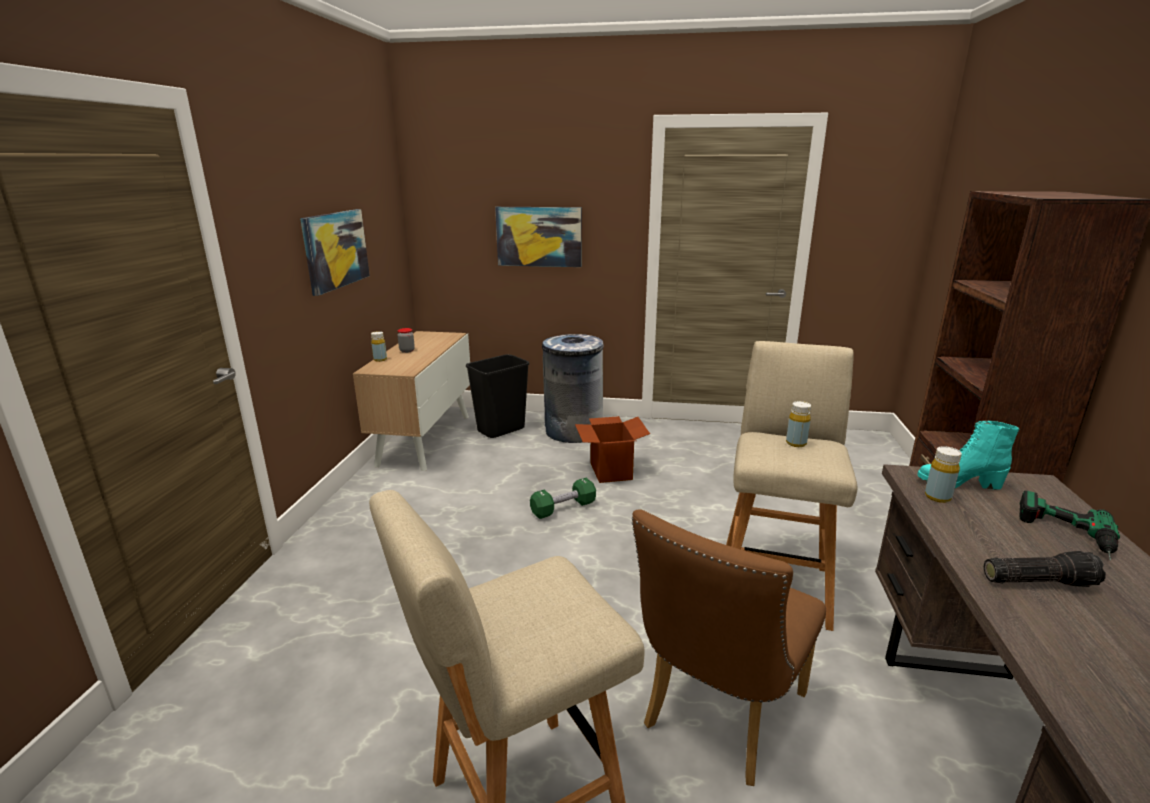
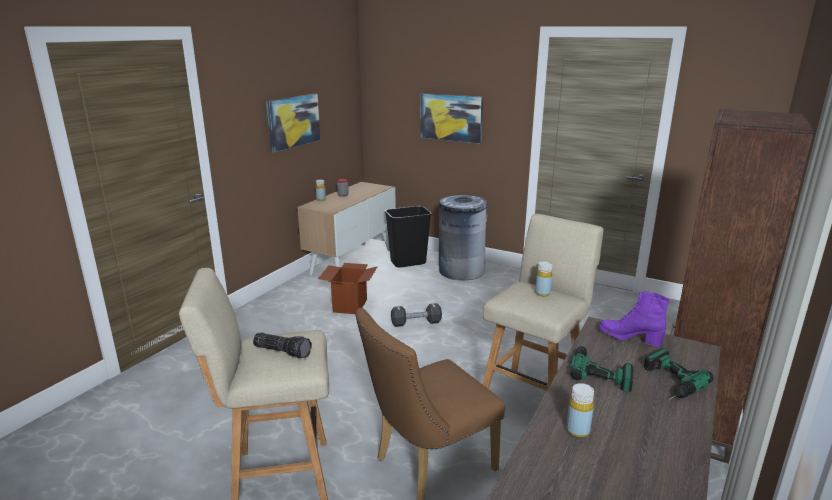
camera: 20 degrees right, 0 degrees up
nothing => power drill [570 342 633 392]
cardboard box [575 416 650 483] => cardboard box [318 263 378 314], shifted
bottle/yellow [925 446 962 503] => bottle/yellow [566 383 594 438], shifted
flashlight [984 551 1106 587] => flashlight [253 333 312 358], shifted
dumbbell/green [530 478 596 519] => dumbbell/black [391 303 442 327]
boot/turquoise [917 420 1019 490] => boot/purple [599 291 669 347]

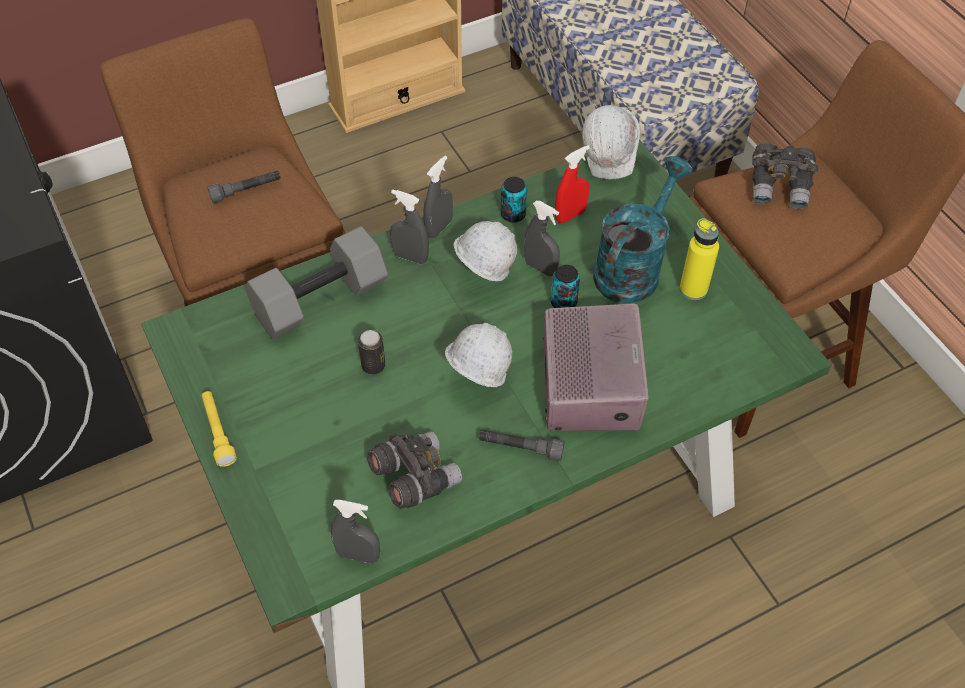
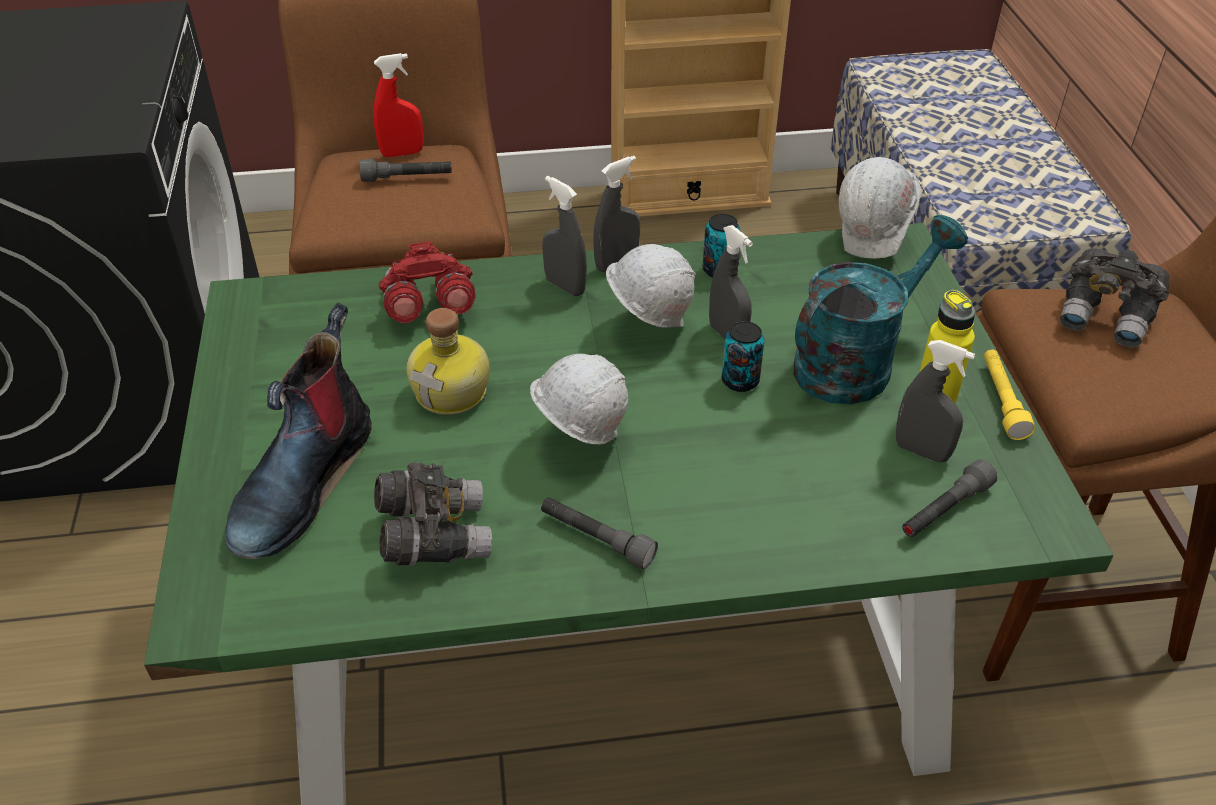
camera: 20 degrees right, 10 degrees down
radio [543 303 649 431] => nothing
nothing => boot [225 302 372 559]
nothing => flashlight/grey [902 459 997 537]
flashlight/yellow [202 391 237 467] => flashlight/yellow [984 350 1035 440], shifted
spray bottle/grey [331 500 380 563] => spray bottle/grey [896 340 975 463], shifted
spray bottle/red [555 145 590 223] => spray bottle/red [373 53 423 157], shifted
dumbbell/grey [245 226 388 339] => binoculars/red [379 241 476 323]
can [358 330 385 375] => bottle [406 308 490 415]

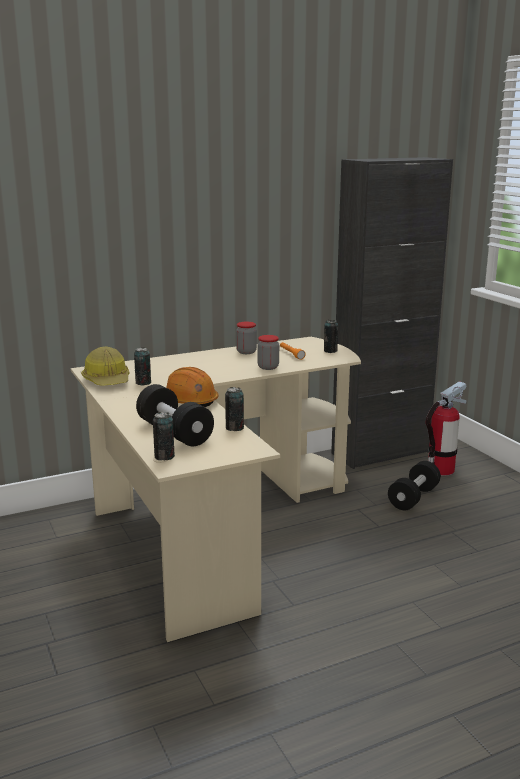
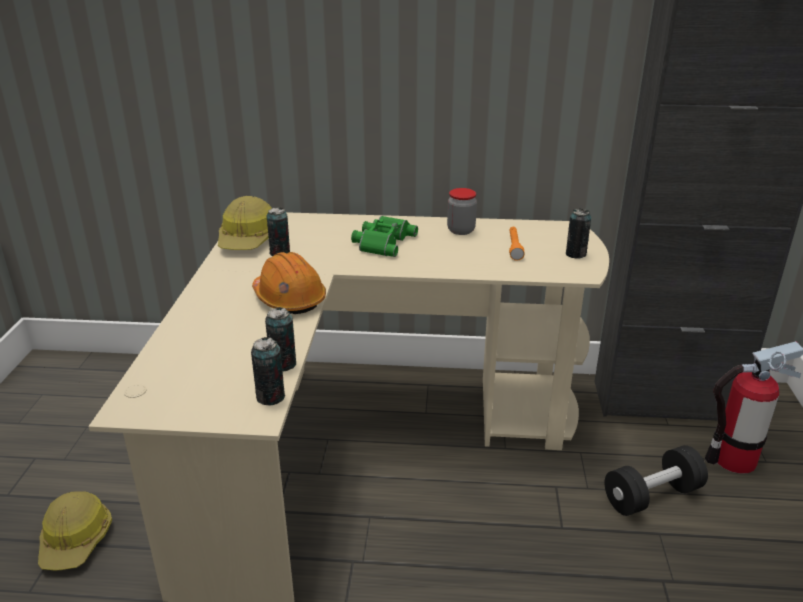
camera: 30 degrees right, 10 degrees up
dumbbell/black [136 384 214 447] => nothing
jar [257 335 279 370] => nothing
nothing => hard hat [38 491 112 570]
nothing => binoculars/green [351 216 418 257]
can [153 412 175 460] => can [251 337 285 405], shifted

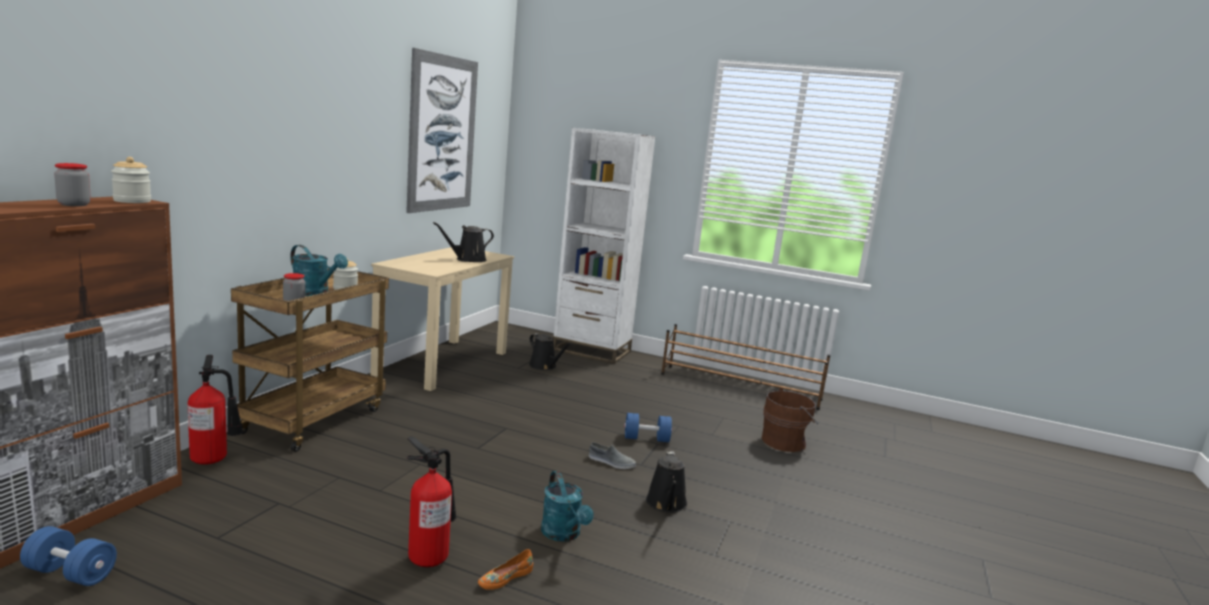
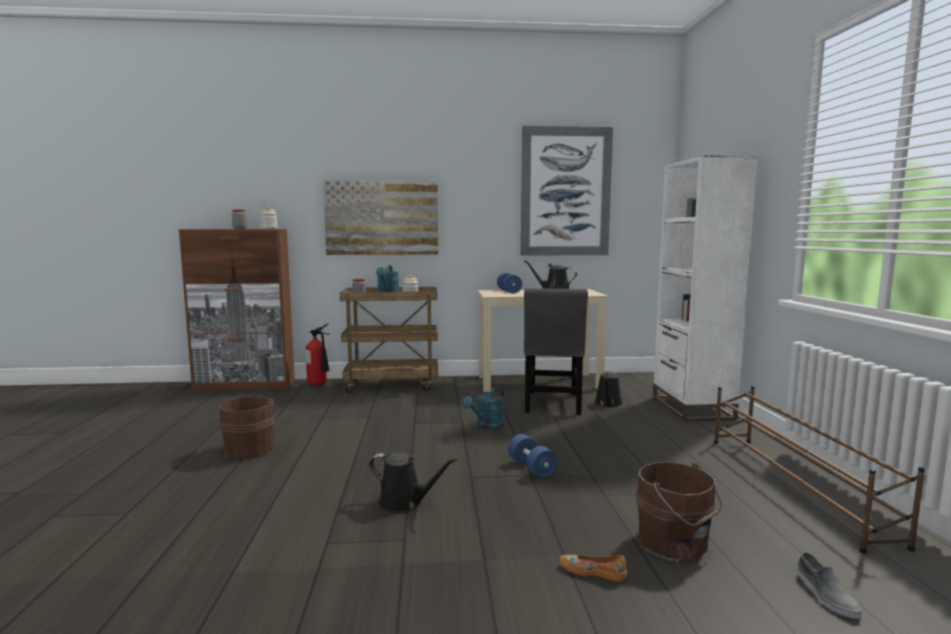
camera: 65 degrees right, 5 degrees down
nothing => picture [323 180 438 255]
nothing => chair/grey [524 288 588 415]
dumbbell/blue [20 526 117 586] => dumbbell/blue [497 273 522 294], shifted
shoe/orange [478 549 533 590] => shoe/orange [560 555 627 582], shifted
watering can/turquoise [541 471 594 542] => watering can/turquoise [462 386 504 430], shifted
shoe/grey [589 442 636 469] => shoe/grey [797 552 861 619], shifted
fire extinguisher [407 436 457 567] => bucket/brown [219 396 280 459]
watering can/black [646 451 687 513] => watering can/black [369 453 457 513], 135 degrees counterclockwise

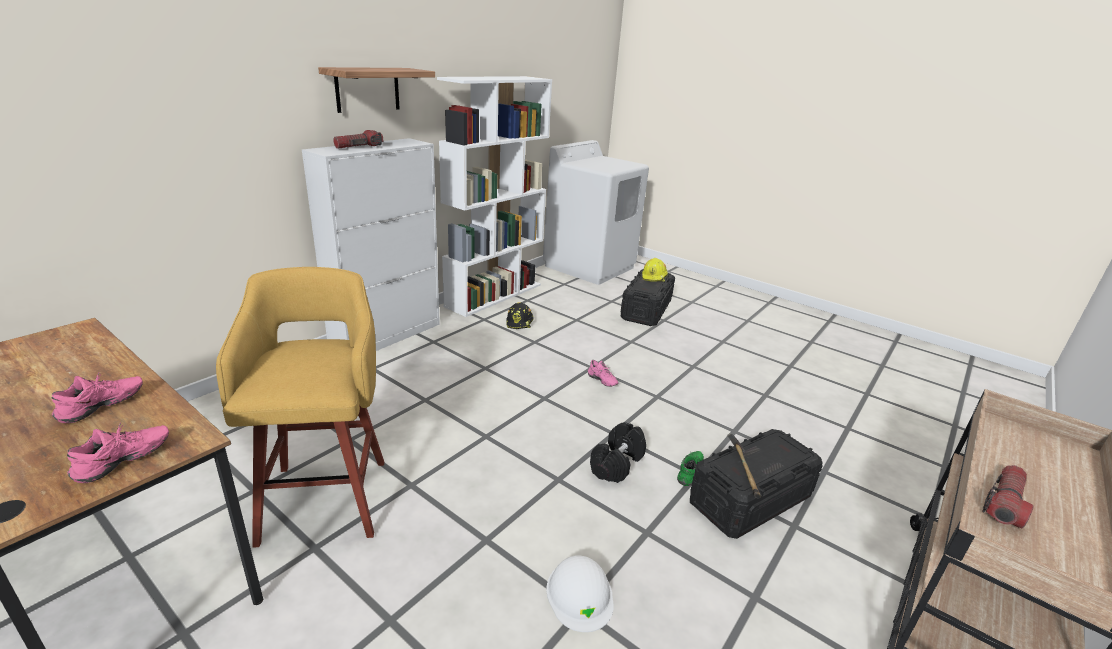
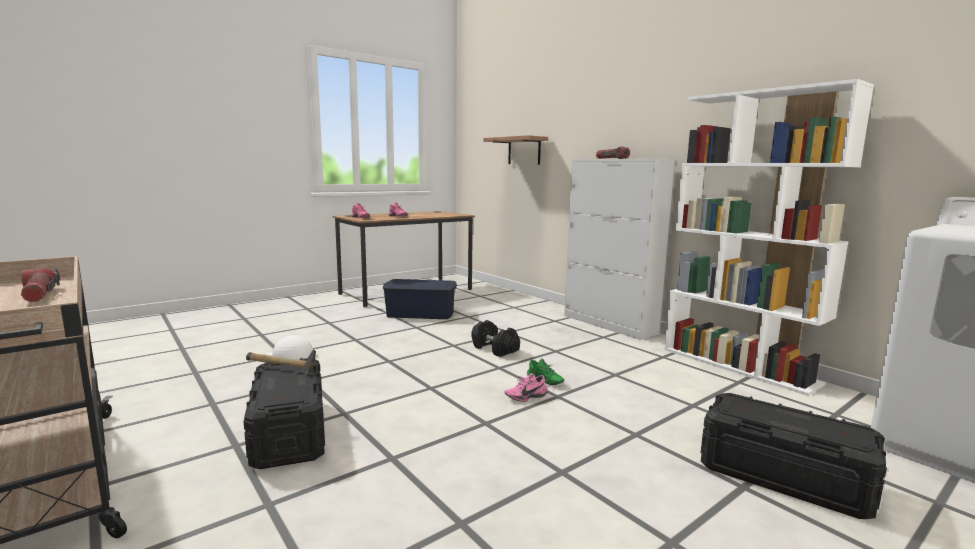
camera: 105 degrees right, 15 degrees down
hard hat/black [507 302 534 329] => nothing
hard hat/yellow [642 258 668 282] => nothing
shelf [318 67 435 113] => shelf [483 135 548 164], shifted
dumbbell/black [590 422 646 483] => dumbbell/black [471 320 520 357], shifted
shoe/green [677 451 704 486] => shoe/green [527 359 564 385], shifted
stool/yellow [216 267 384 548] => storage box/blue [383 279 457 319]

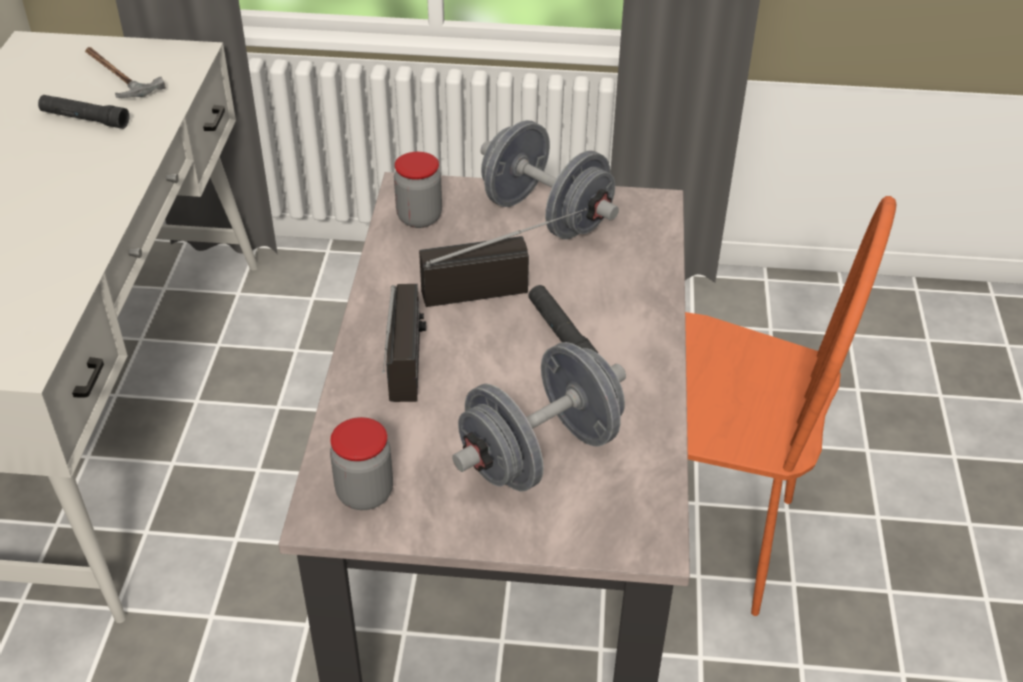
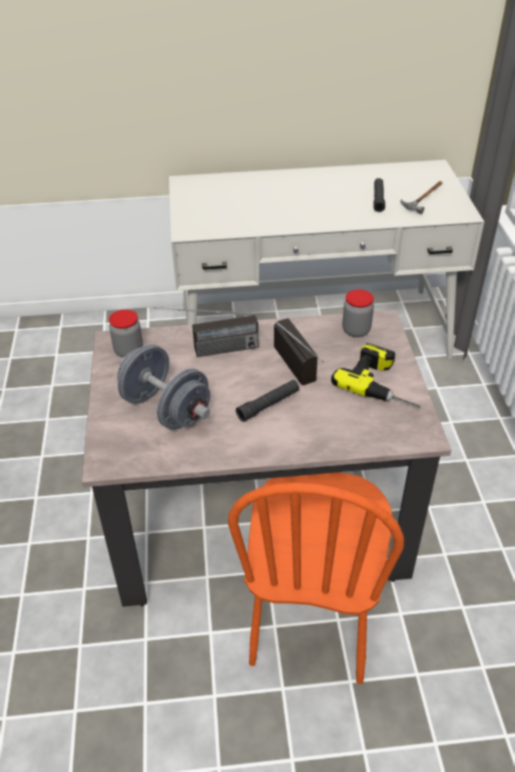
camera: 80 degrees right, 0 degrees up
dumbbell/grey [480 120 619 239] => power drill [331 343 421 408]

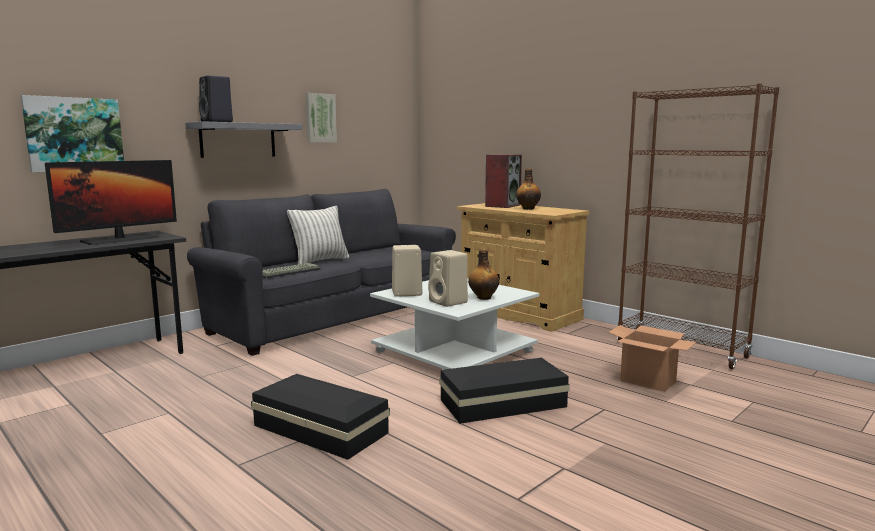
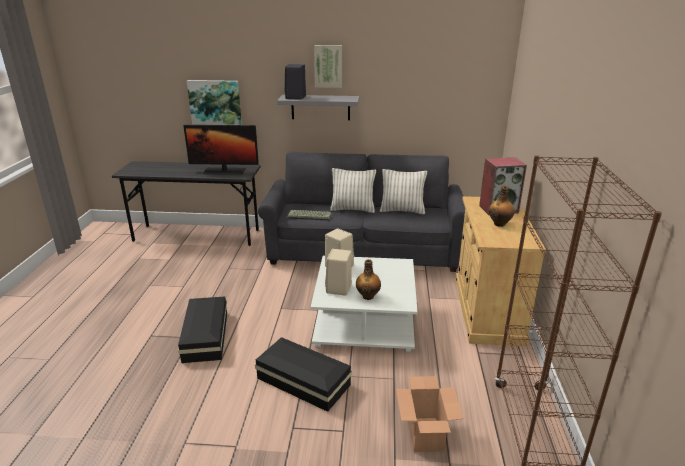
camera: 50 degrees right, 15 degrees up
nothing => pillow [380 169 427 214]
picture [306 93 337 143] => picture [314 45 342 88], shifted

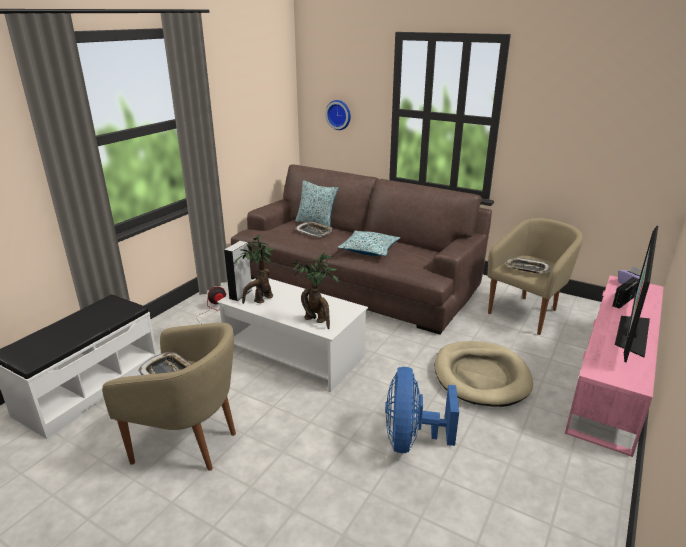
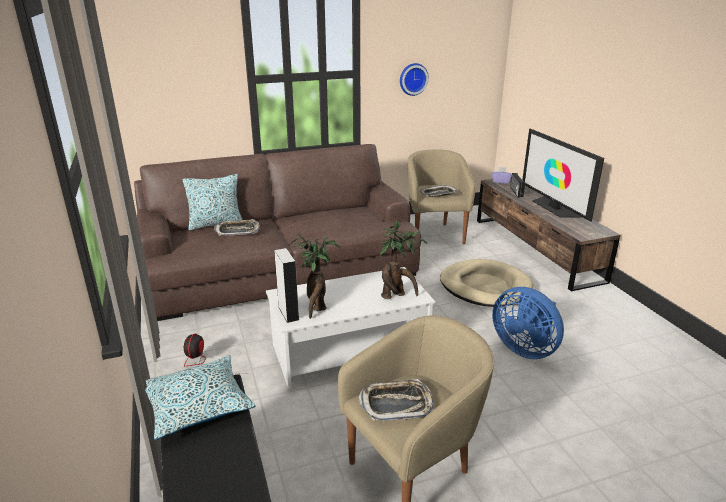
camera: 50 degrees left, 0 degrees up
wall clock [325 100 351 130] => wall clock [400 63 429 96], shifted
pillow [337 230 401 256] => pillow [145 355 255 440], shifted
tv stand/pink [565 275 664 457] => tv stand/brown [477 177 620 291]

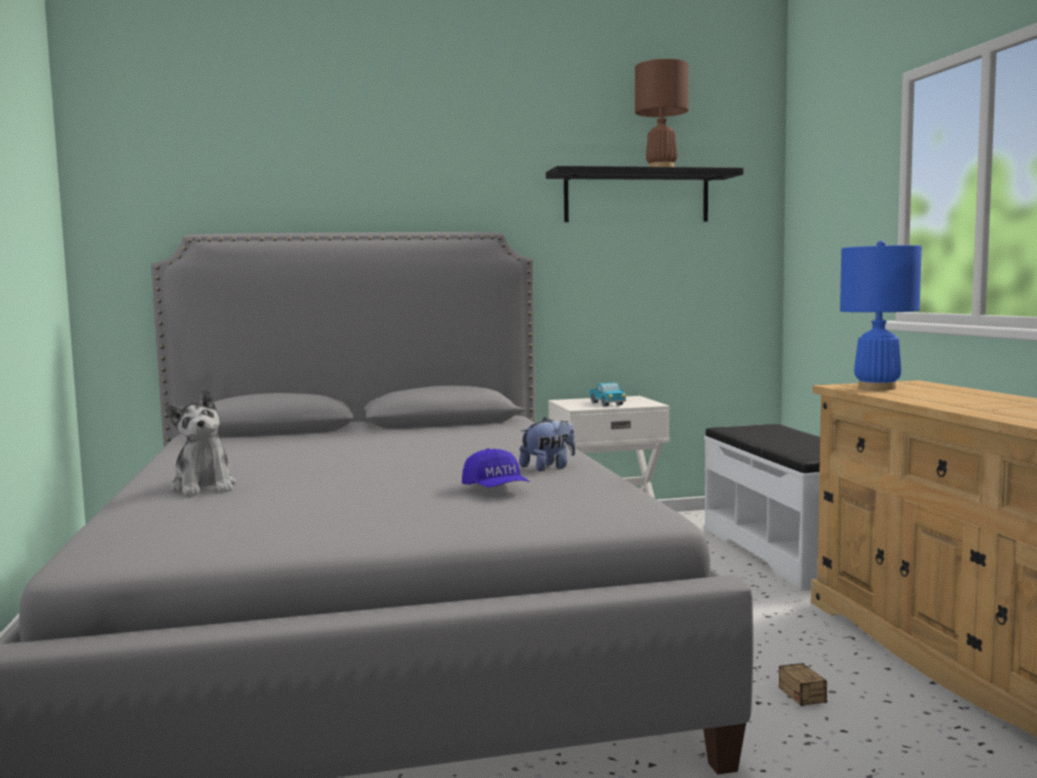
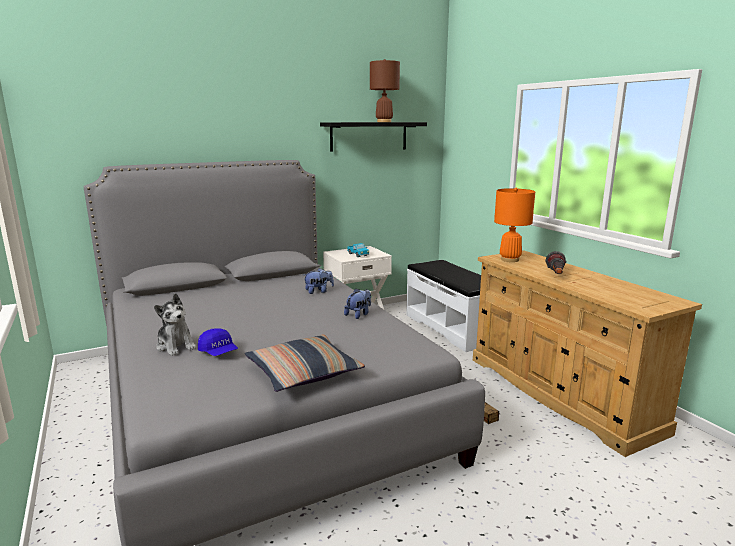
camera: 15 degrees left, 10 degrees up
nothing => pillow [245 334 365 392]
nothing => plush toy [304 268 334 294]
nothing => flashlight [545 251 566 274]
cap/blue [462 448 530 487] => cap/blue [198 328 238 356], shifted
table lamp/blue [840 241 922 390] => table lamp/orange [494 188 535 262]

